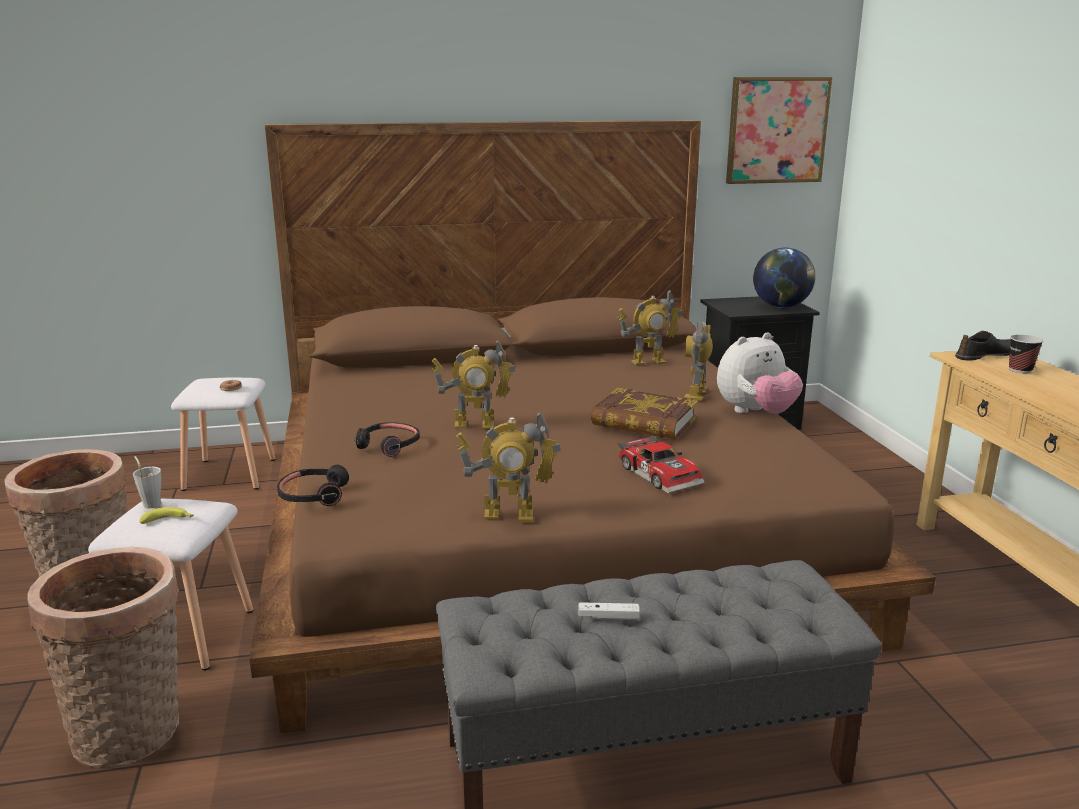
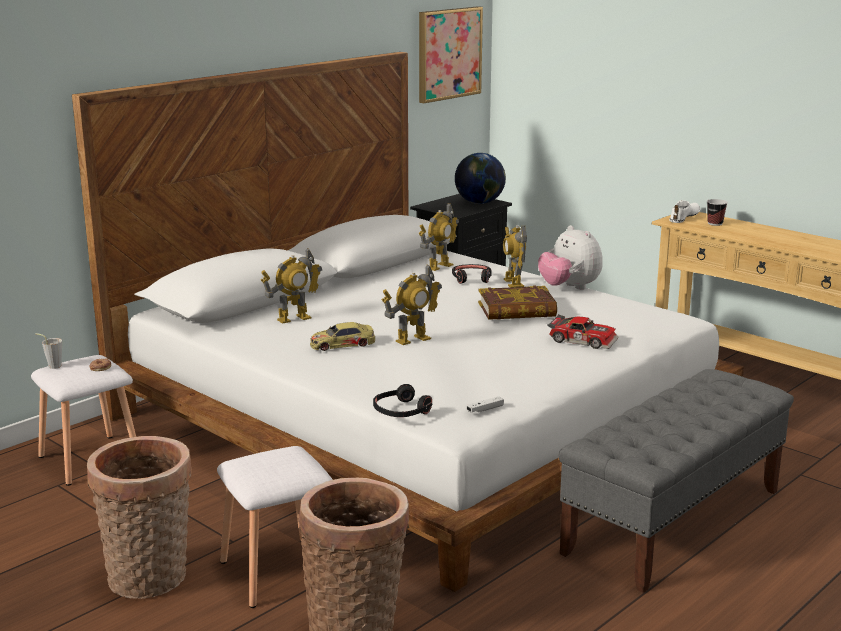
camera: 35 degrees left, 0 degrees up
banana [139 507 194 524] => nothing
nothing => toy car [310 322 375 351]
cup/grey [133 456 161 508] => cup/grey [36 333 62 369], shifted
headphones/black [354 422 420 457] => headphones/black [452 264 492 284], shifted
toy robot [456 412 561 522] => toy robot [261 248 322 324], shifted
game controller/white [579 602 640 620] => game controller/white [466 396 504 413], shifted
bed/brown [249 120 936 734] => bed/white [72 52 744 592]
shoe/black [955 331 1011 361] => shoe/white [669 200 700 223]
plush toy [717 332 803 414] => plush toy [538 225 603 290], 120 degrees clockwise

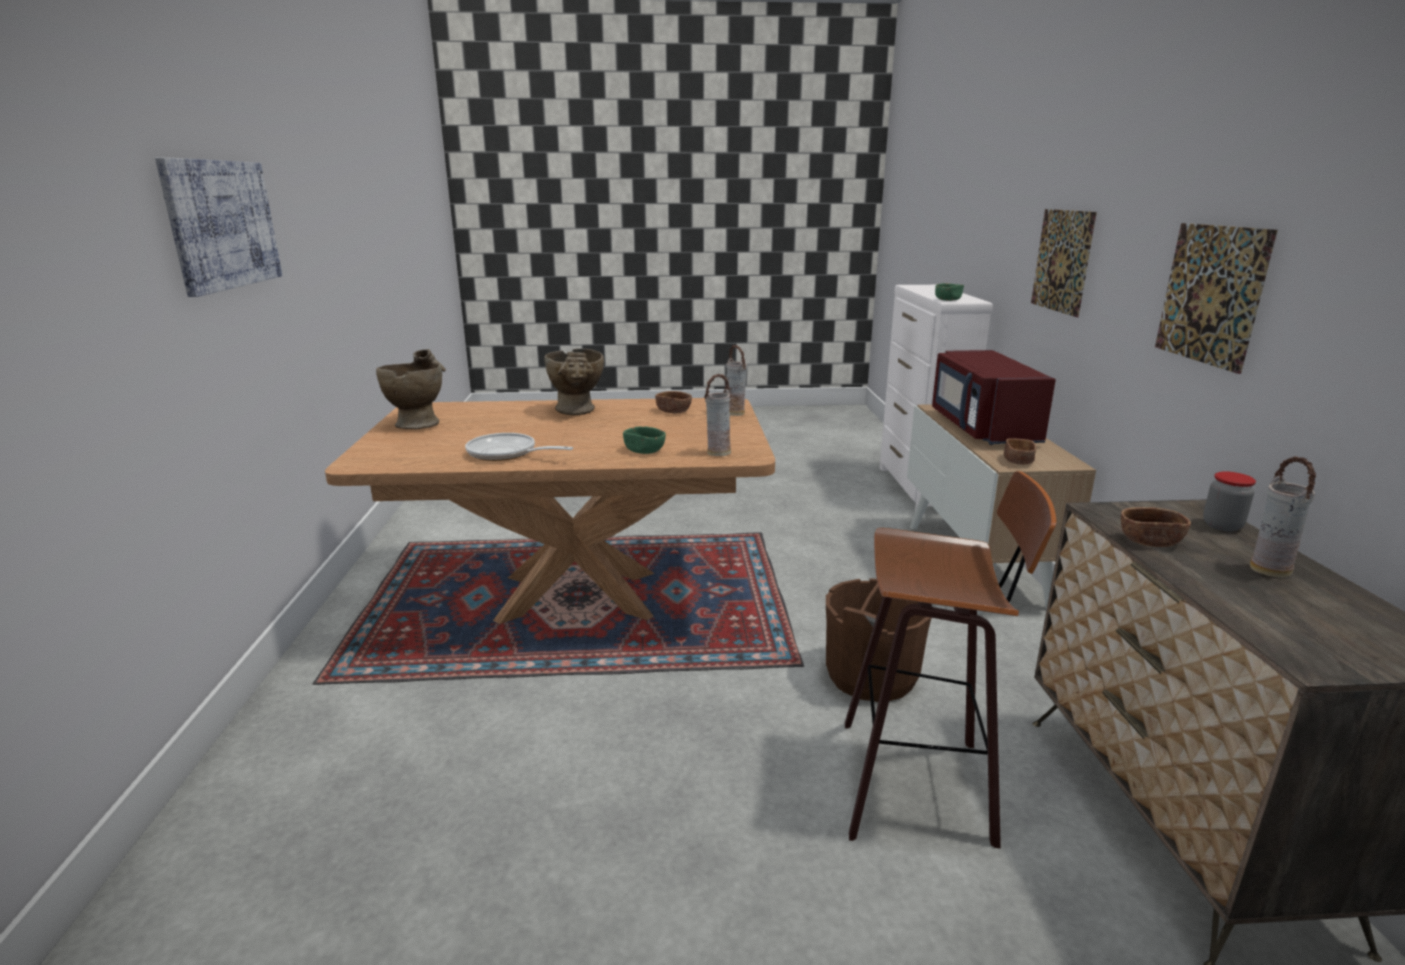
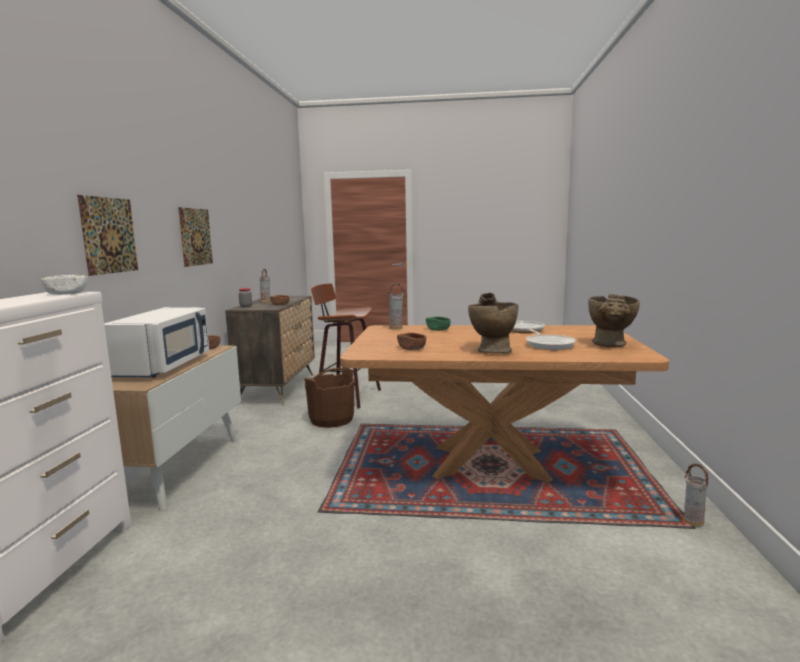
camera: 170 degrees left, 10 degrees down
picture [155 157 282 297] => nothing
nothing => frying pan [526 329 576 350]
vase [726 345 747 416] => vase [683 463 709 527], shifted
microwave/red [932 350 1056 445] => microwave/white [104 307 209 378]
bowl/green [935 283 964 301] => bowl/white [41 275 87 295]

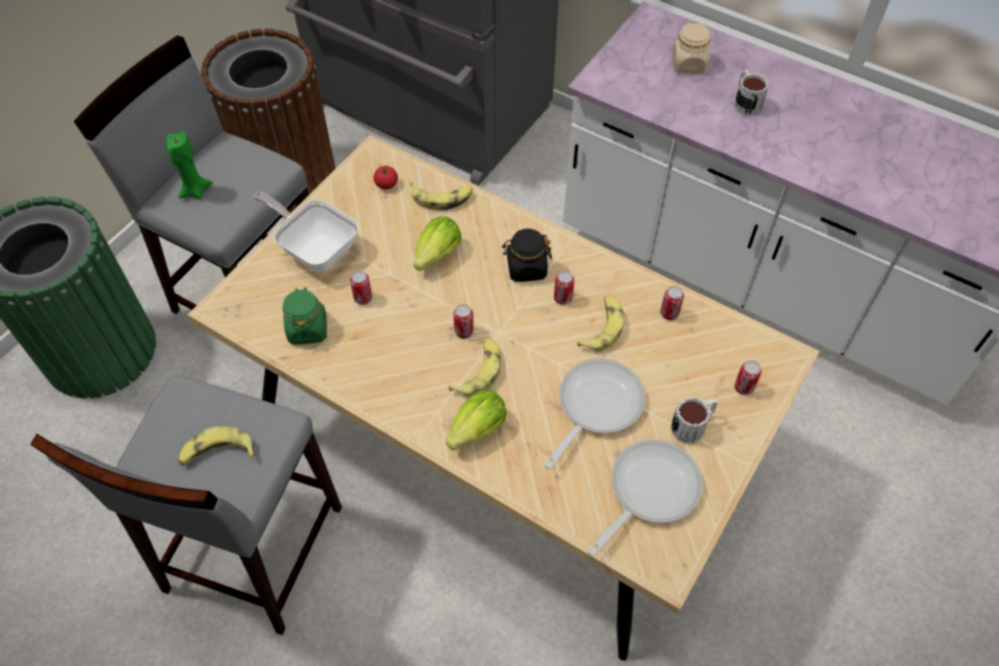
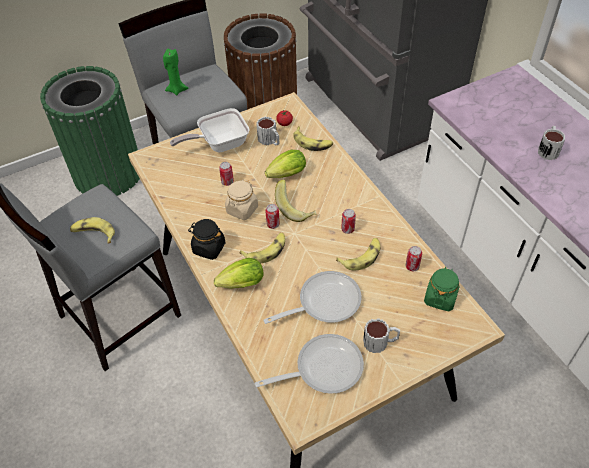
camera: 30 degrees right, 5 degrees down
can [734 361 762 395] => nothing
nothing => mug [256 117 280 146]
nothing => banana [275 179 317 222]
jar/green [283 287 327 345] => jar/green [424 267 460 311], shifted
jar/black [502 229 552 282] => jar/black [188 219 225 260], shifted
jar/beige [672 21 711 74] => jar/beige [225 179 258 220], shifted
frying pan [253 192 359 272] => frying pan [170 108 250 152], 90 degrees counterclockwise

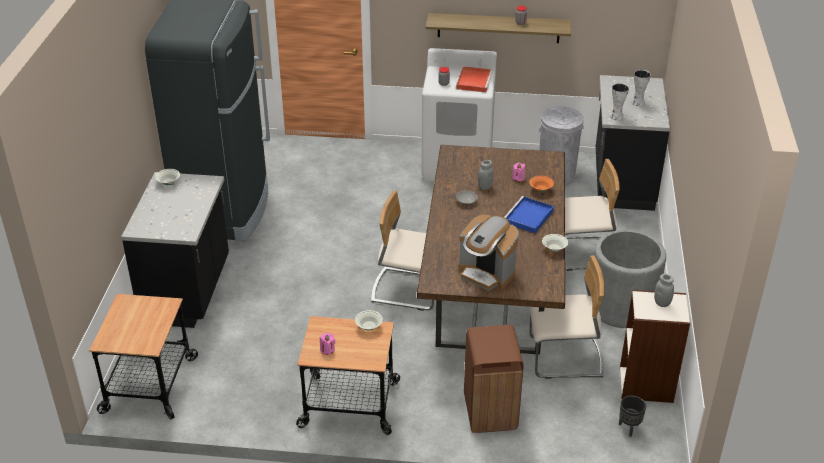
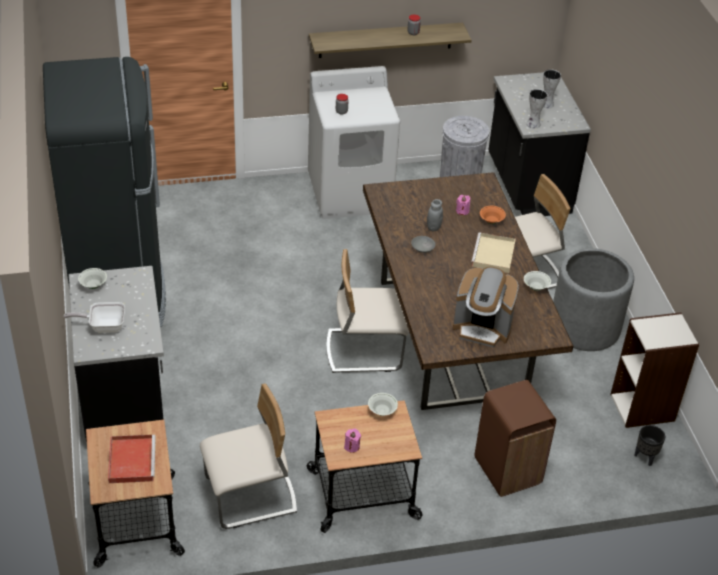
camera: 20 degrees left, 5 degrees up
jar/grey [654 274 674 307] => nothing
nothing => frying pan [64 302 125 333]
tray/red [456 66 493 92] => tray/red [108 435 156 483], shifted
chair/beige [529 255 604 379] => chair/beige [200 383 297 529], shifted
tray/blue [504 196 554 234] => tray/beige [471 233 516 273]

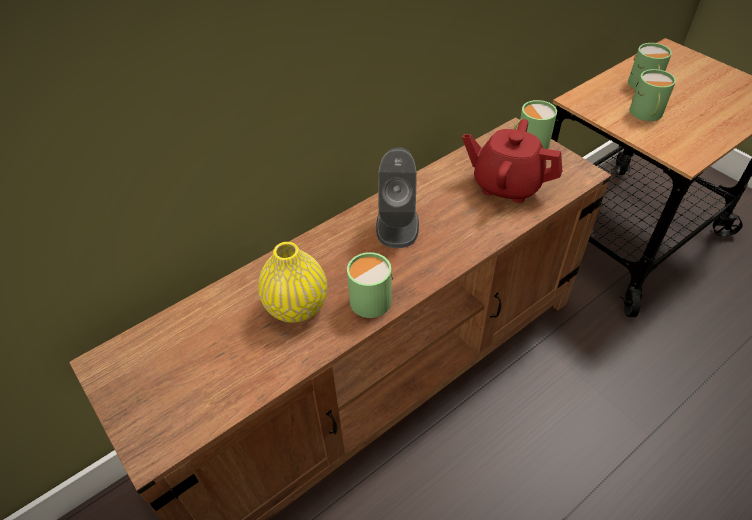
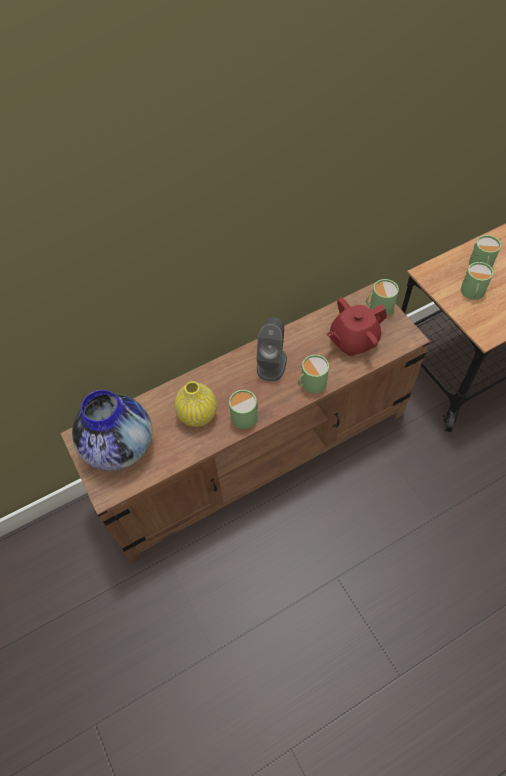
camera: 10 degrees right, 10 degrees up
nothing => vase [72 390 152 471]
nothing => mug/green [298 355 329 394]
teapot/red [462 119 563 203] => teapot/red [326 297 387 356], 60 degrees counterclockwise

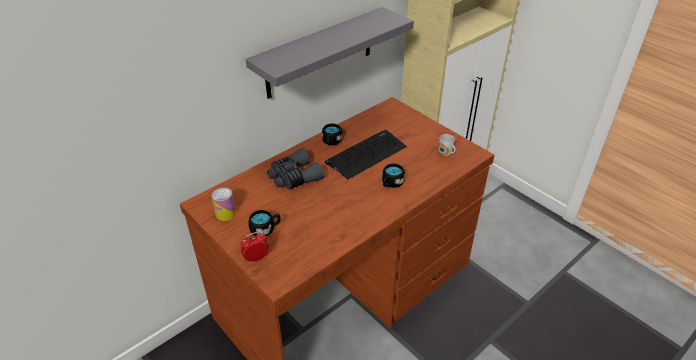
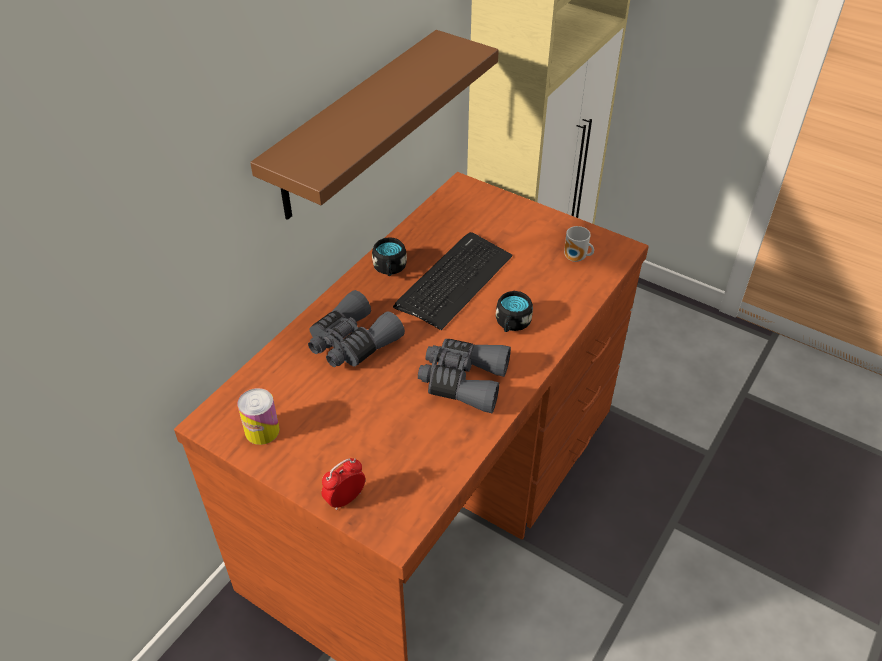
camera: 15 degrees left, 5 degrees up
mug/black [249 210 281 236] => nothing
nothing => binoculars/grey [418 339 511 413]
shelf/grey [246 7 414 99] => shelf/brown [250 30 499 220]

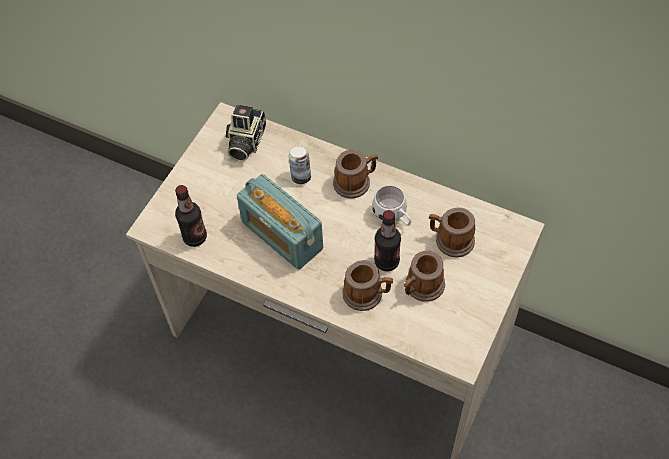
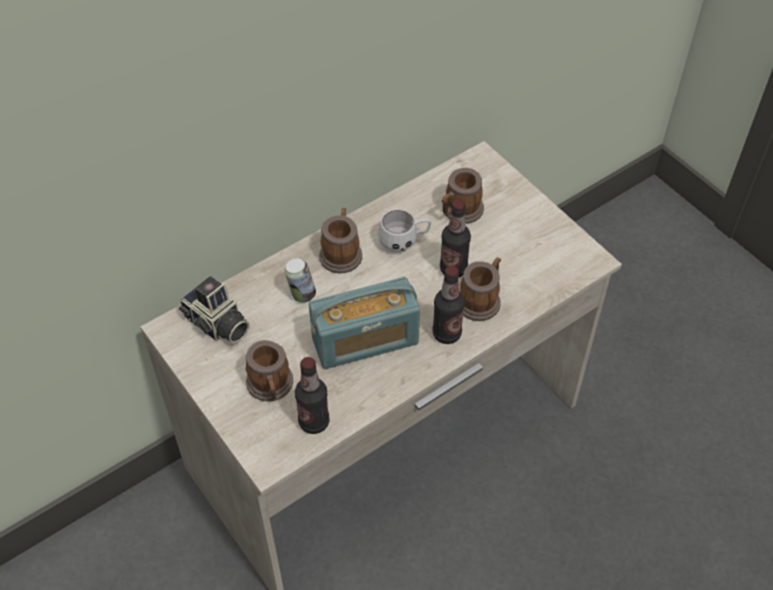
camera: 65 degrees left, 5 degrees down
nothing => bottle [432 266 465 344]
mug [404 251 445 302] => mug [246 340 293 401], shifted

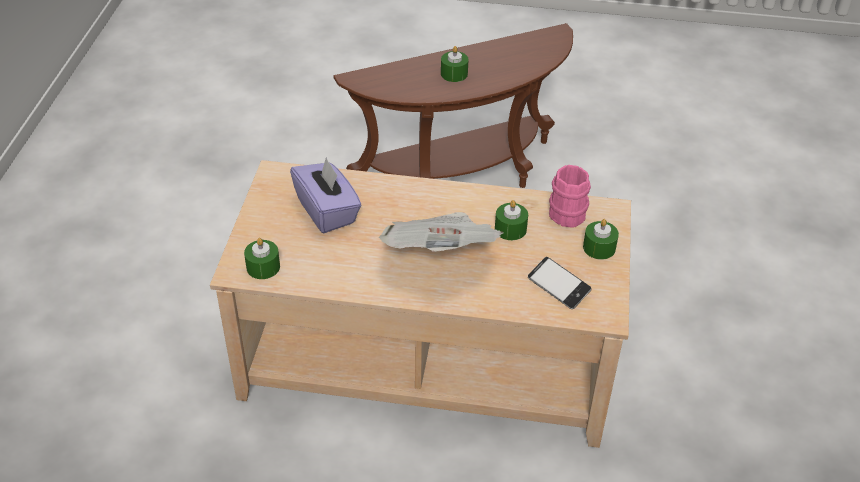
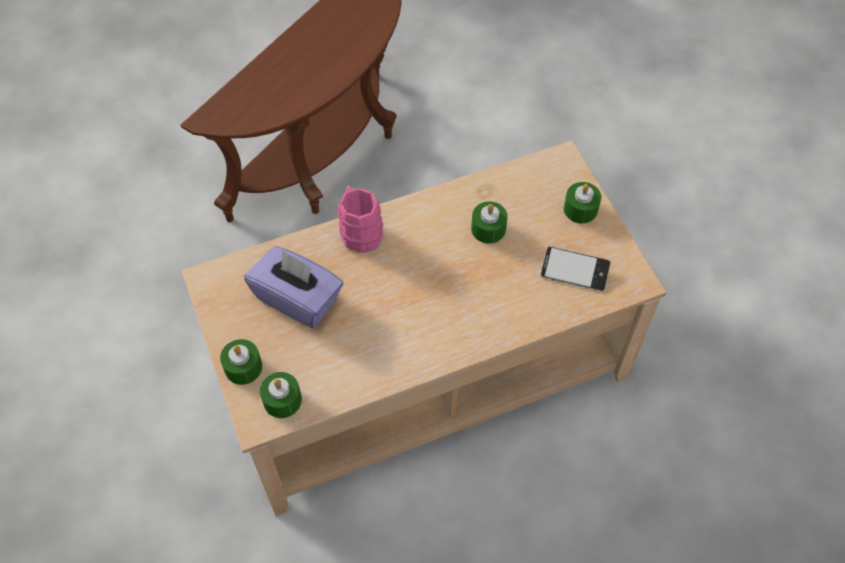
camera: 30 degrees left, 15 degrees up
newspaper [379 212 503 252] => nothing
candle/green [441 46 469 82] => candle/green [220 339 262 385], shifted
mug/pink [549 165 591 228] => mug/pink [337 186 383 253], shifted

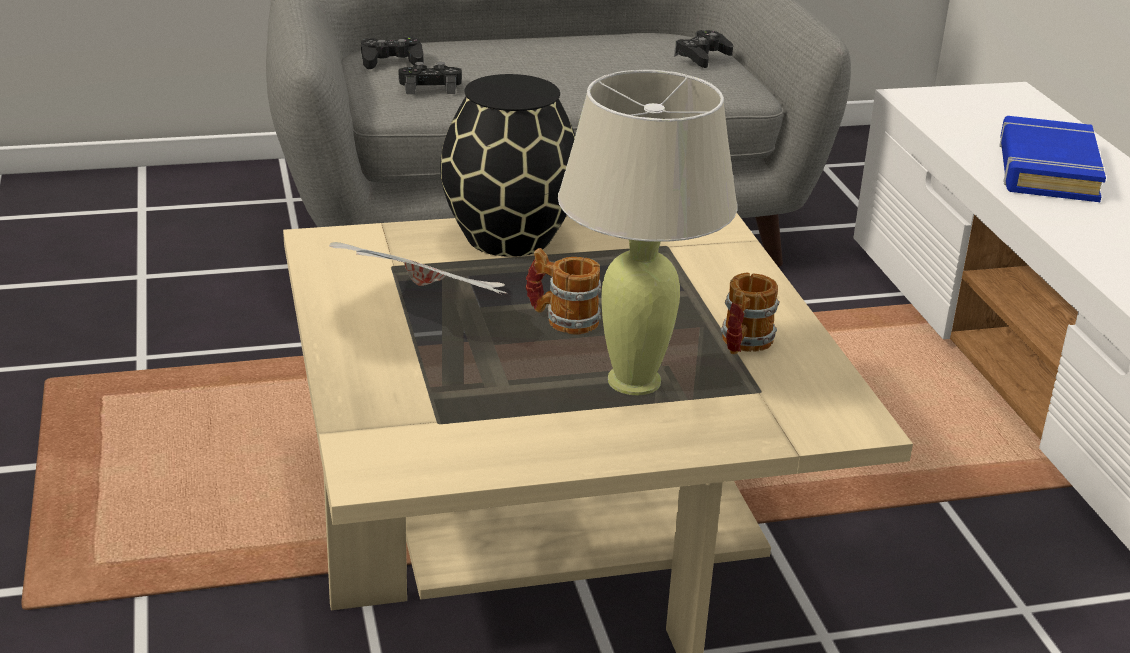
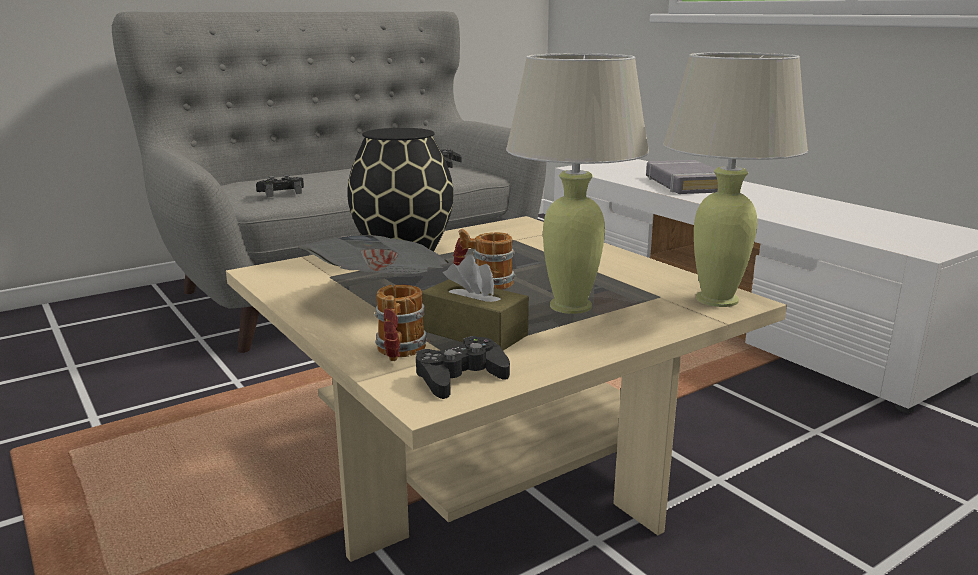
camera: 20 degrees left, 10 degrees down
nothing => tissue box/brown [422 255 529 351]
nothing => table lamp/beige [663 52 808 307]
game controller/black [361 36 424 69] => game controller/black [416 336 510 399], shifted
mug [721 273 779 355] => mug [375 285 427 361], shifted
book/blue [999 116 1106 202] => book/grey [646 160 718 194]

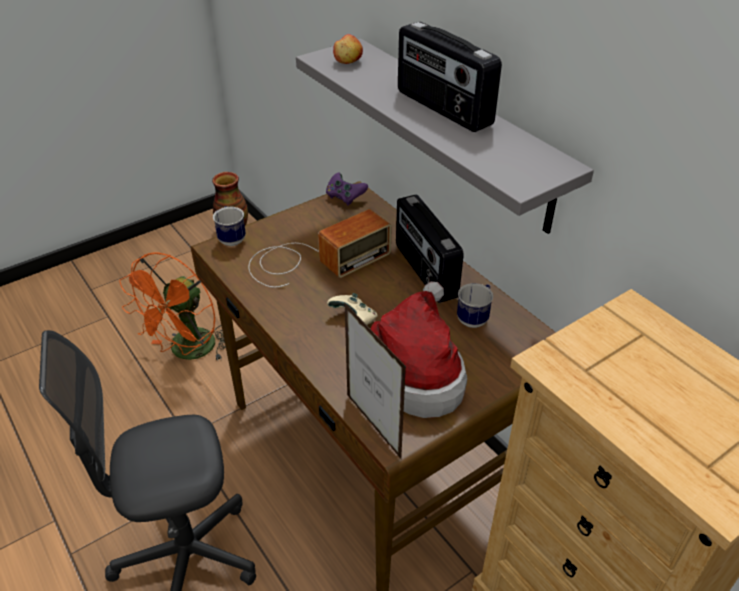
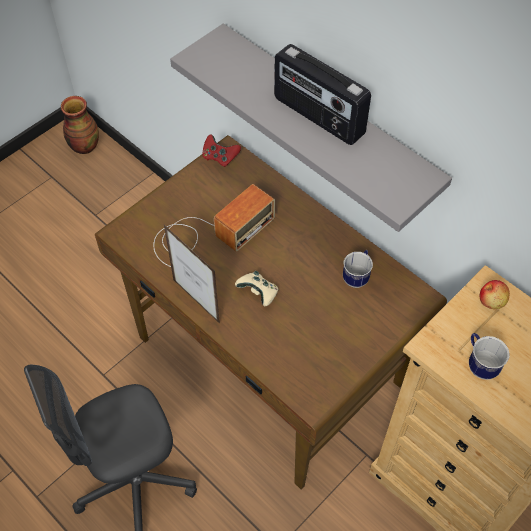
camera: 10 degrees left, 15 degrees up
fan/orange [119 252 226 360] => nothing
hat [370 282 467 418] => nothing
radio [396 194 464 303] => nothing
mug [213 206 246 246] => mug [469 333 510 380], shifted
apple [333 34 363 64] => apple [480 280 510 309], shifted
picture frame [345 303 406 460] => picture frame [164 225 220 324], shifted
game controller/purple [326 173 368 206] => game controller/red [203 134 241 167]

